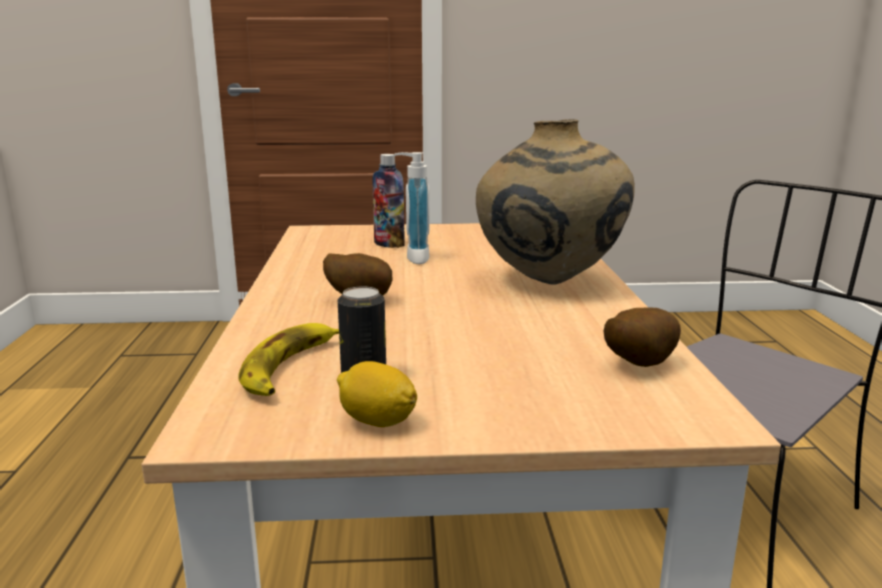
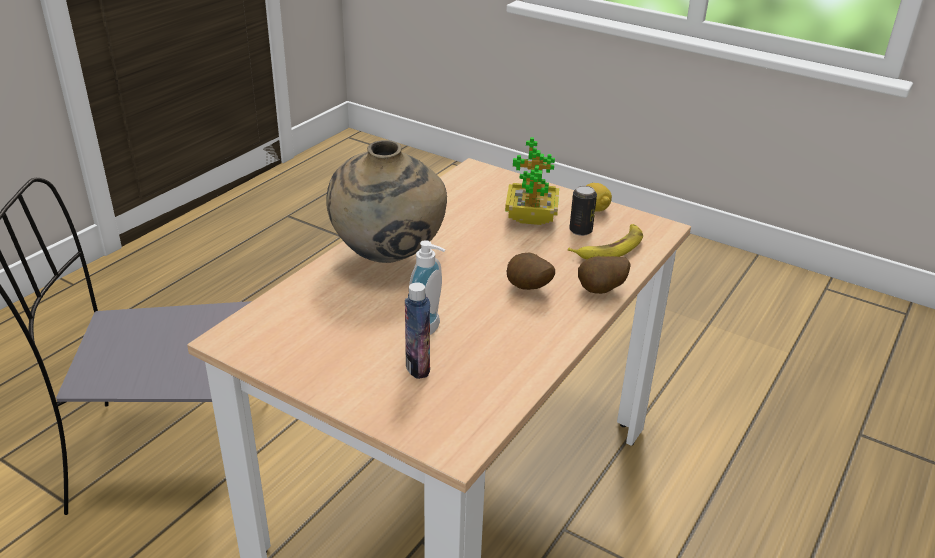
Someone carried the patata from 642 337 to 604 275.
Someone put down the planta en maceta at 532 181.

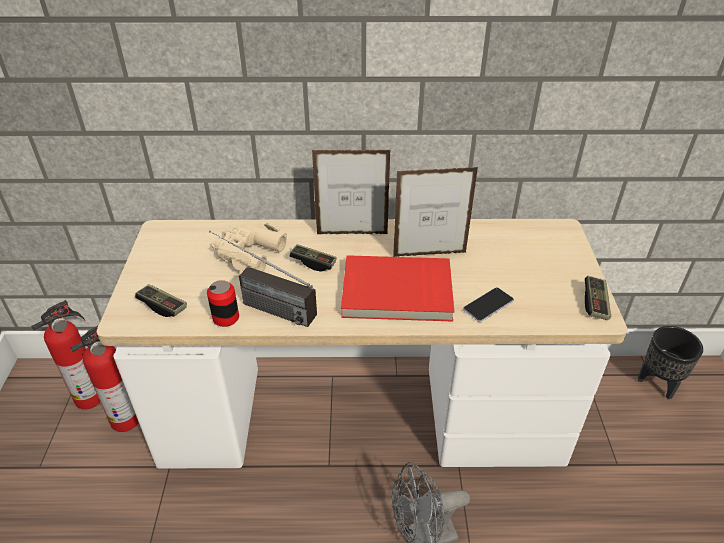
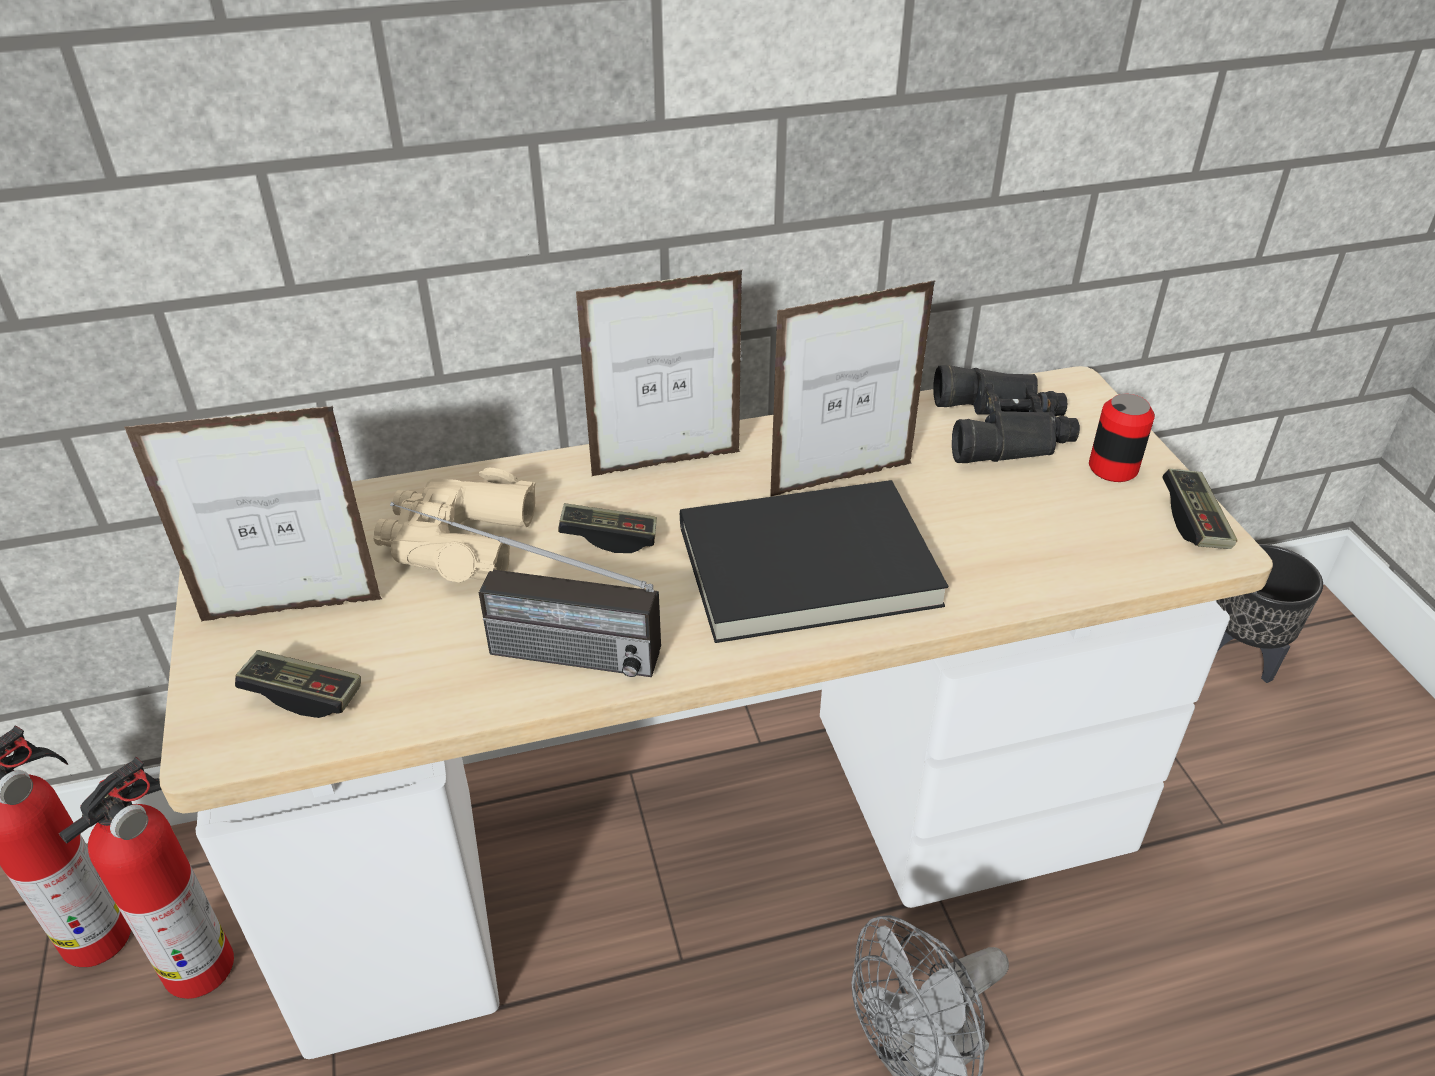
Someone repainted the libro (rojo) at 397 288, which became the libro (negro) at 814 561.
Someone carried the lata from 223 303 to 1122 438.
Someone took away the móvil at 488 304.
Someone put down the prismáticos (negro) at 1006 414.
Someone put down the portarretratos at 253 513.

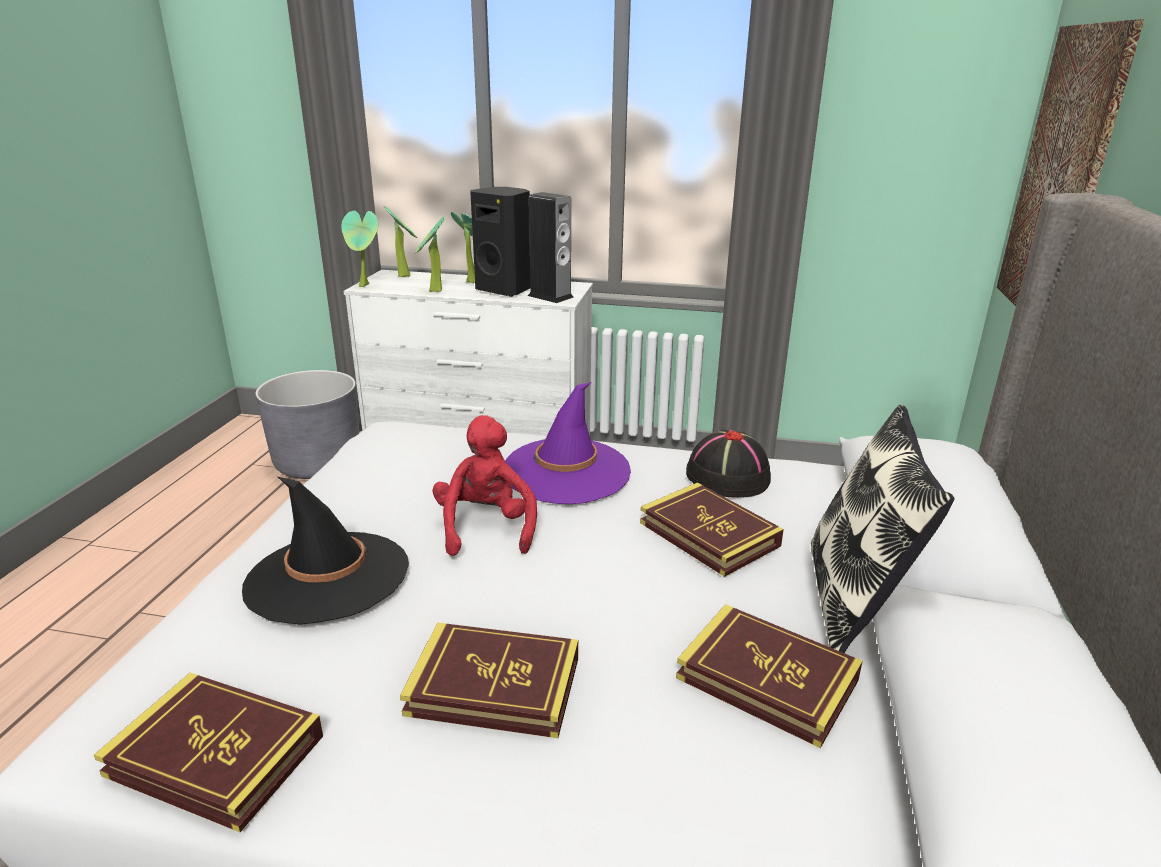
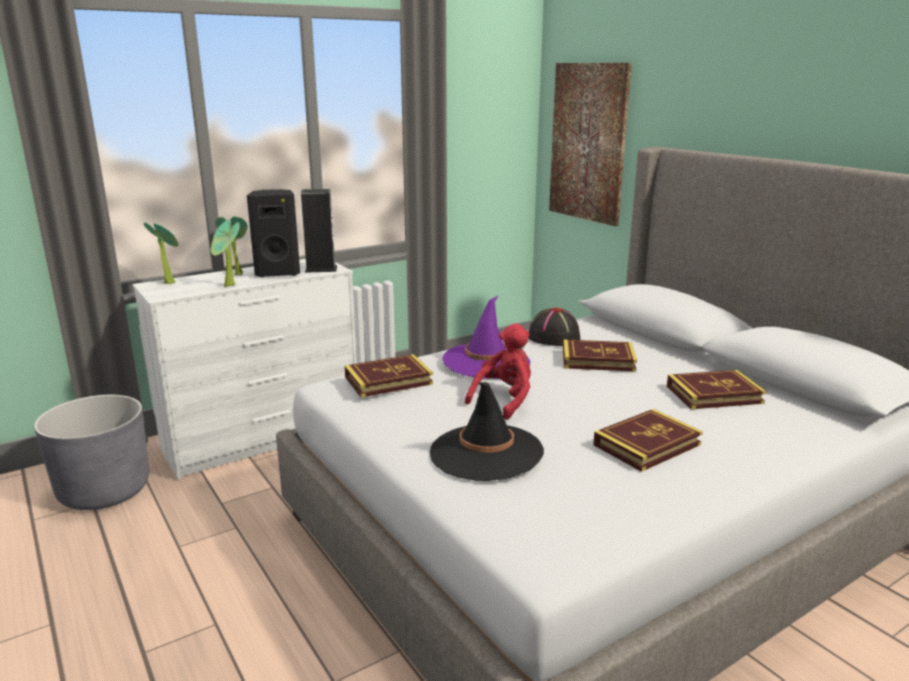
Someone took away the planta en maceta at 359 249.
Someone took away the cojín at 883 529.
Someone rotated the peluche (rojo) at 485 485 by 90 degrees clockwise.
Someone carried the libro from 208 752 to 389 376.

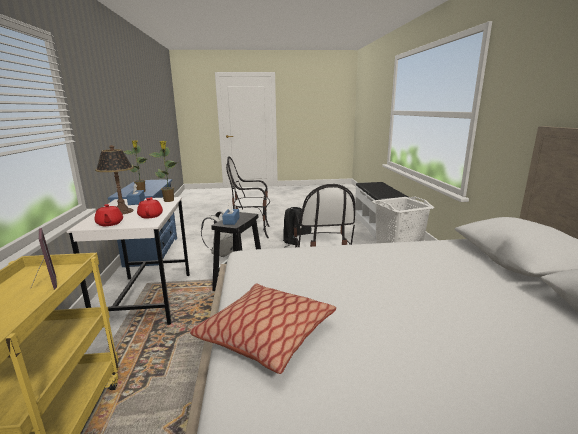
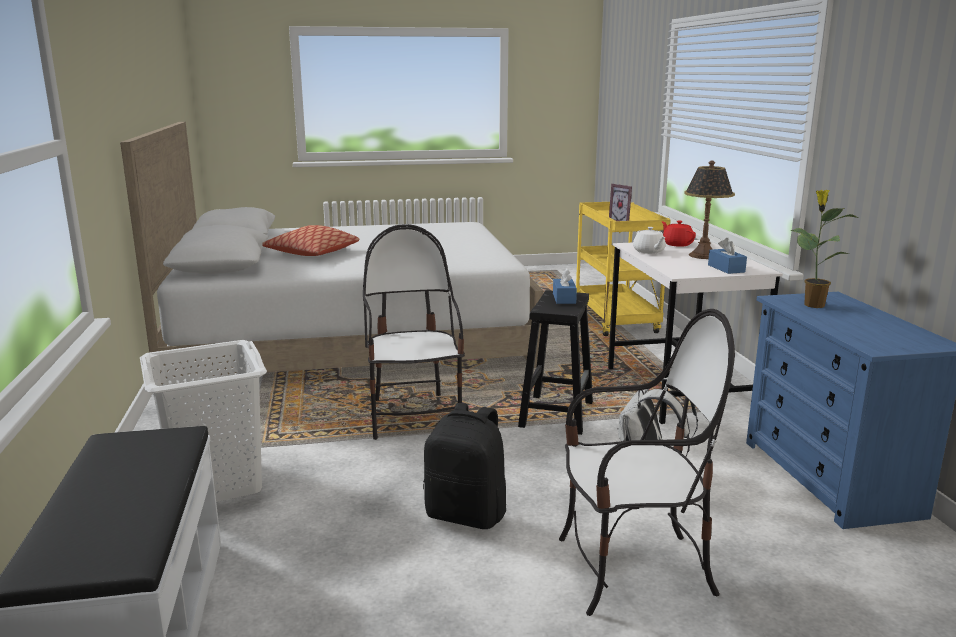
Someone took away the planta en maceta at 162 171.
Someone repainted the tetera (rojo) at 150 207, which became the tetera (blanco) at 649 240.
Someone carried the cojín from 263 329 to 310 240.

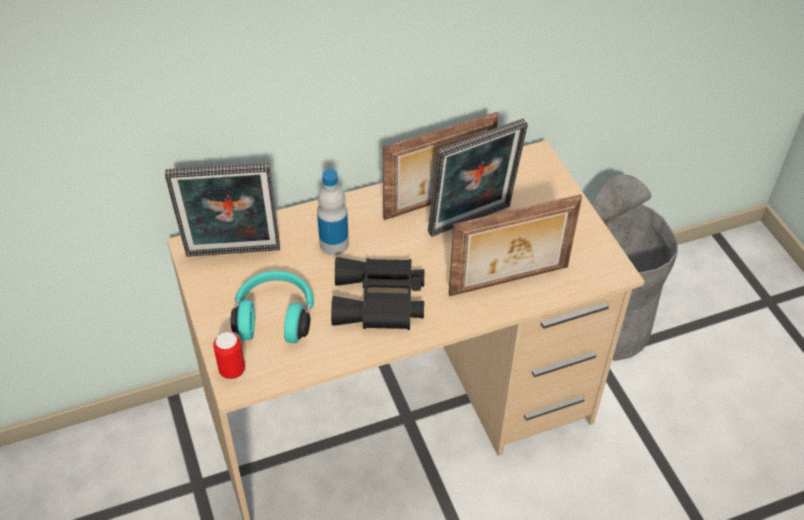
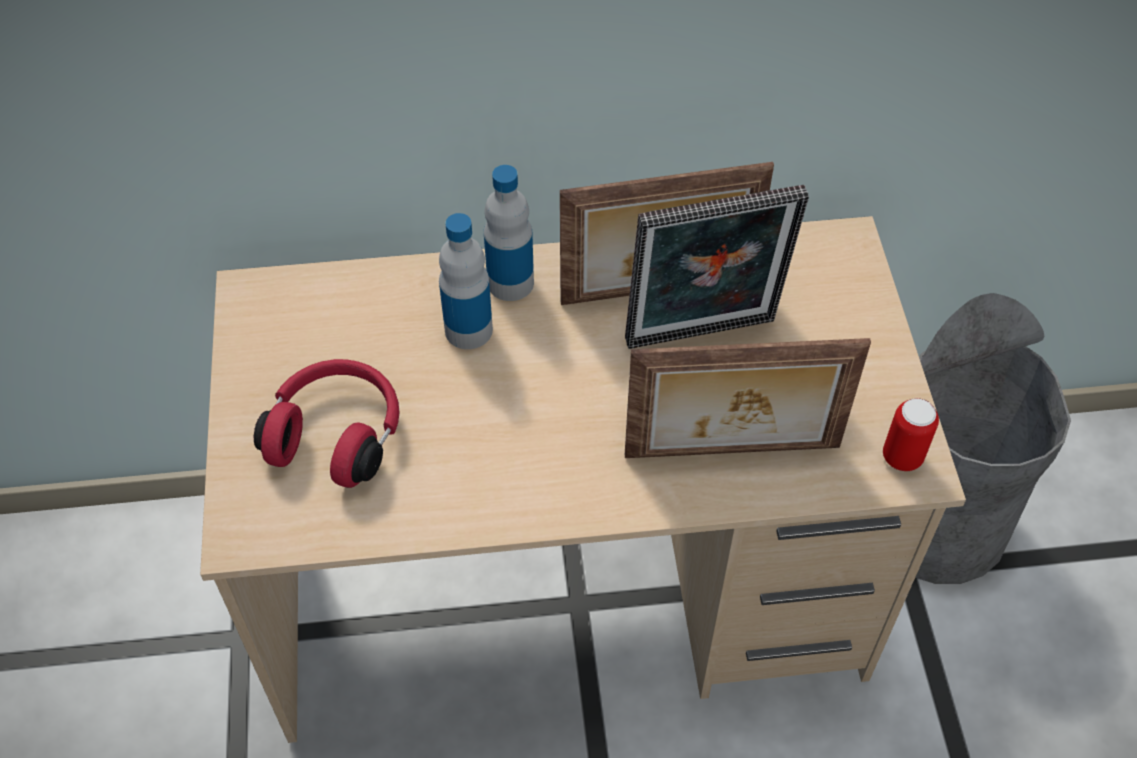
Someone took away the portarretratos at 222 210.
Someone took away the prismáticos (negro) at 377 293.
Someone repainted the auriculares (turquesa) at 272 307, which became the auriculares (rojo) at 326 423.
Someone carried the lata from 229 355 to 911 434.
Someone put down the botella at 509 233.

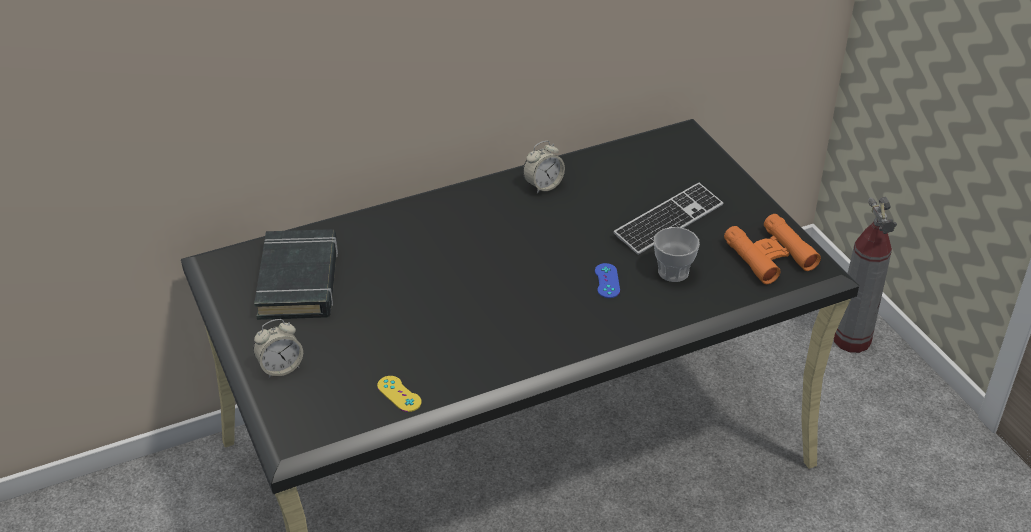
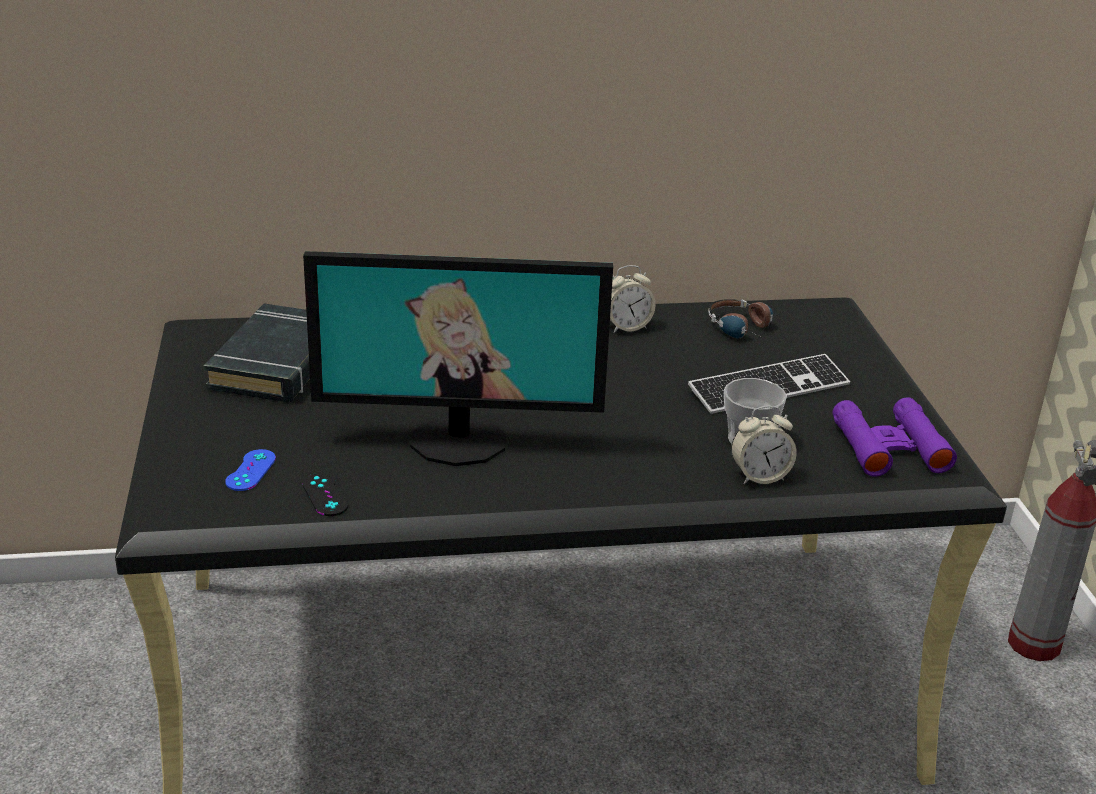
Someone repainted the prismáticos (naranja) at 772 249, which became the prismáticos (morado) at 894 437.
Someone carried the mando de consola (azul) from 607 280 to 250 470.
Someone carried the despertador from 278 348 to 764 445.
Someone repainted the mando de consola (amarillo) at 399 394, which became the mando de consola (negro) at 325 494.
Someone put down the monitor at 458 358.
Someone put down the auriculares at 740 319.

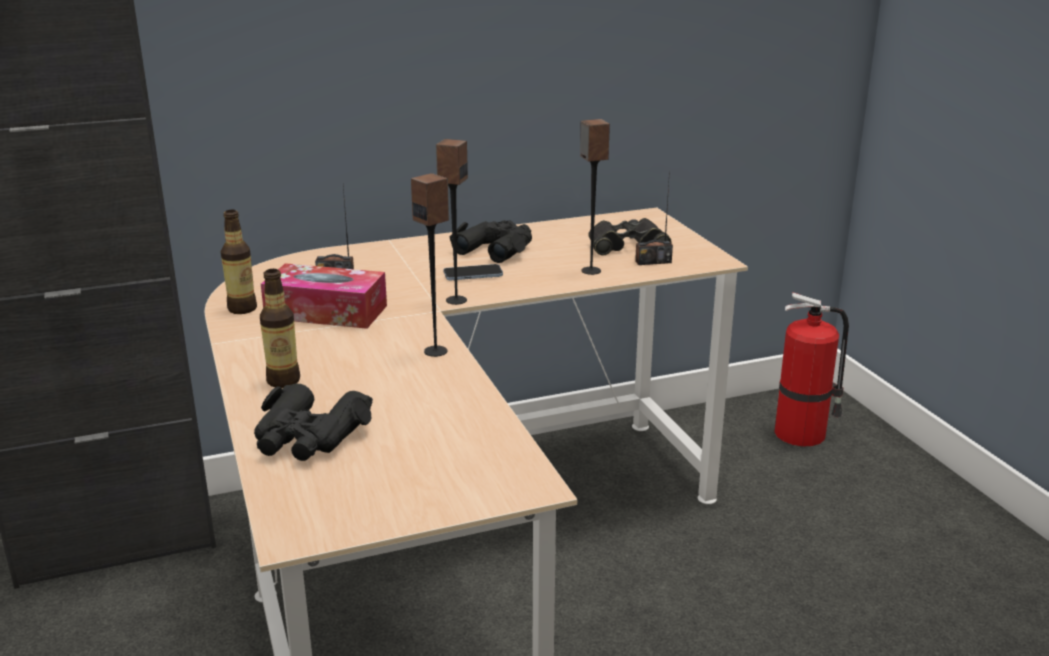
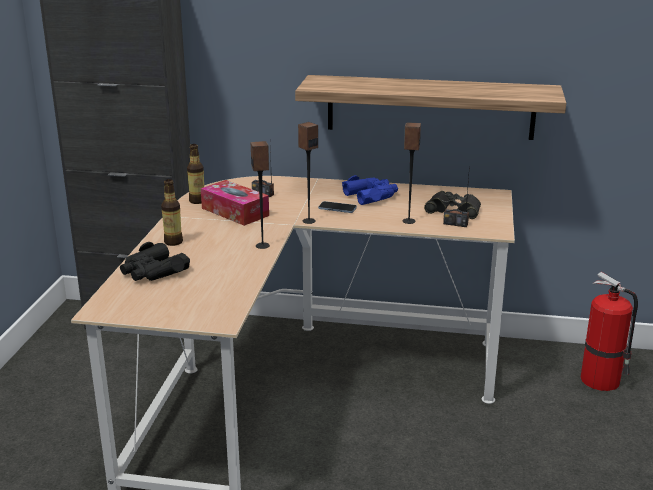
Someone repainted the prismáticos (negro) at 491 241, which became the prismáticos (azul) at 370 190.
Someone put up the estante at 430 107.

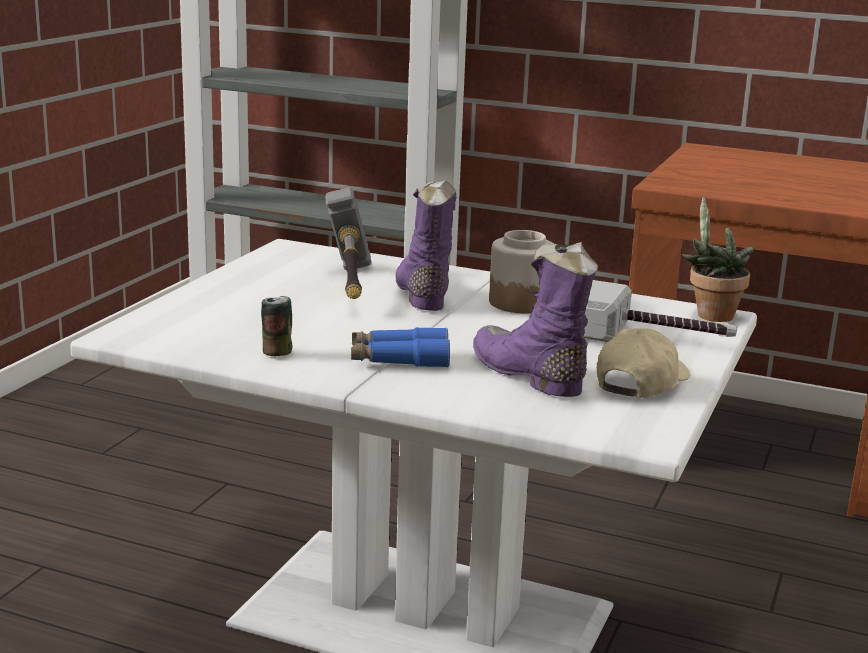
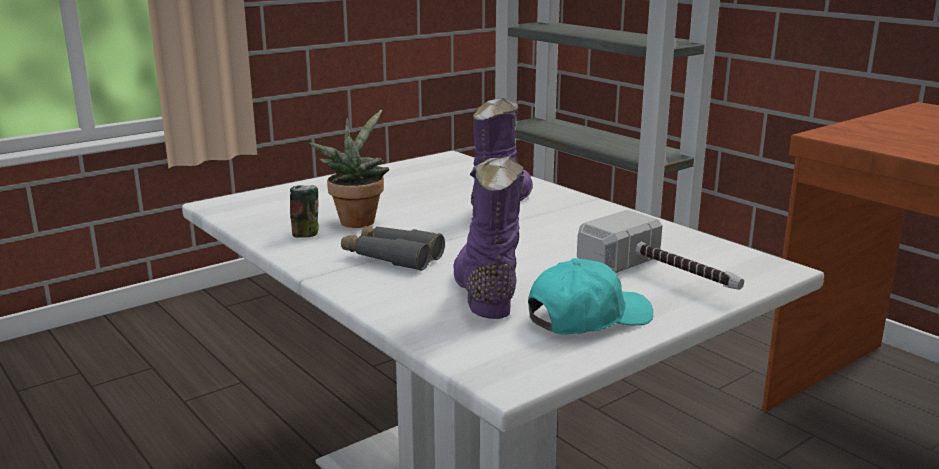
Someone took away the martillo at 348 243.
Someone carried the planta en maceta from 717 259 to 349 169.
Someone took away the tarro at 521 271.
Someone repainted the prismáticos (azul) at 400 347, which became the prismáticos (gris) at 393 248.
Someone repainted the gorra (beis) at 643 363, which became the gorra (turquesa) at 590 296.

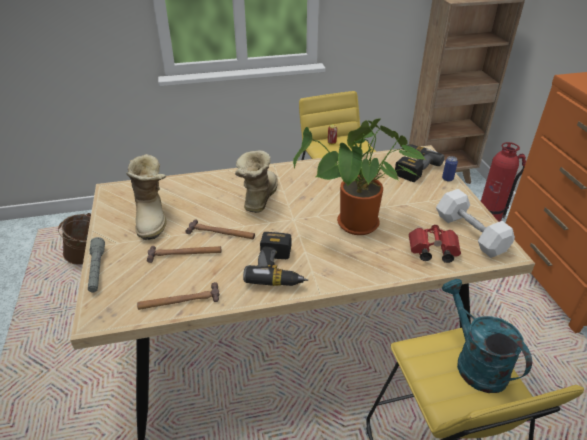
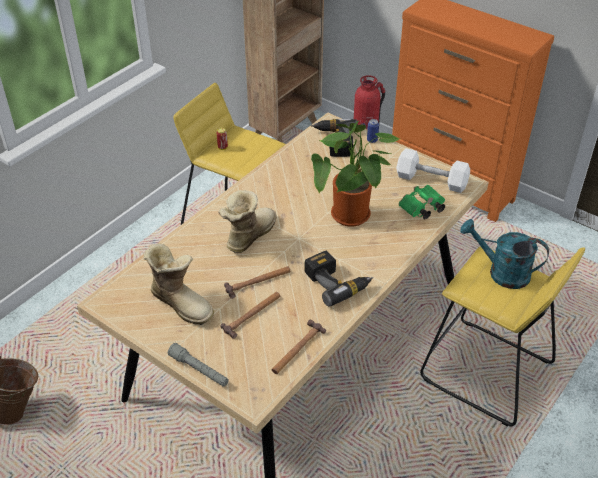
Someone rotated the bota at 256 181 by 60 degrees clockwise.
Someone repainted the prismáticos (rojo) at 435 243, which became the prismáticos (verde) at 422 202.

